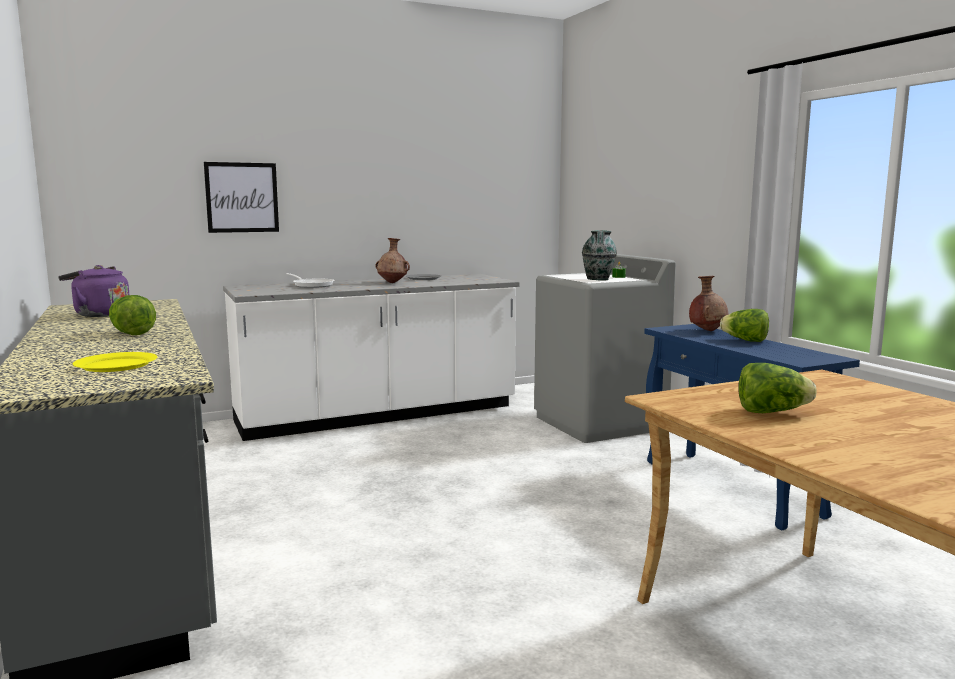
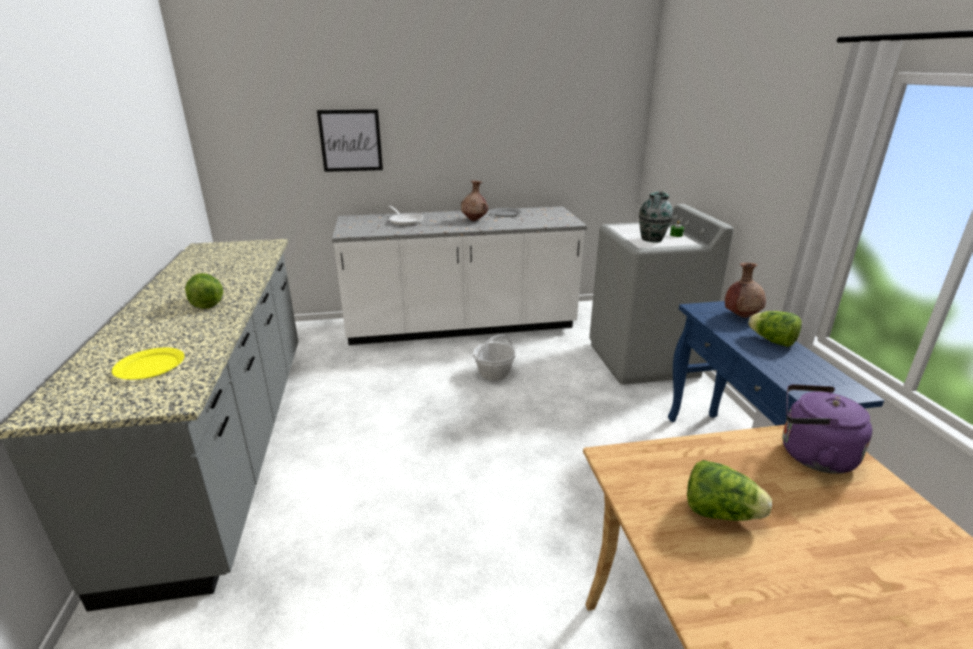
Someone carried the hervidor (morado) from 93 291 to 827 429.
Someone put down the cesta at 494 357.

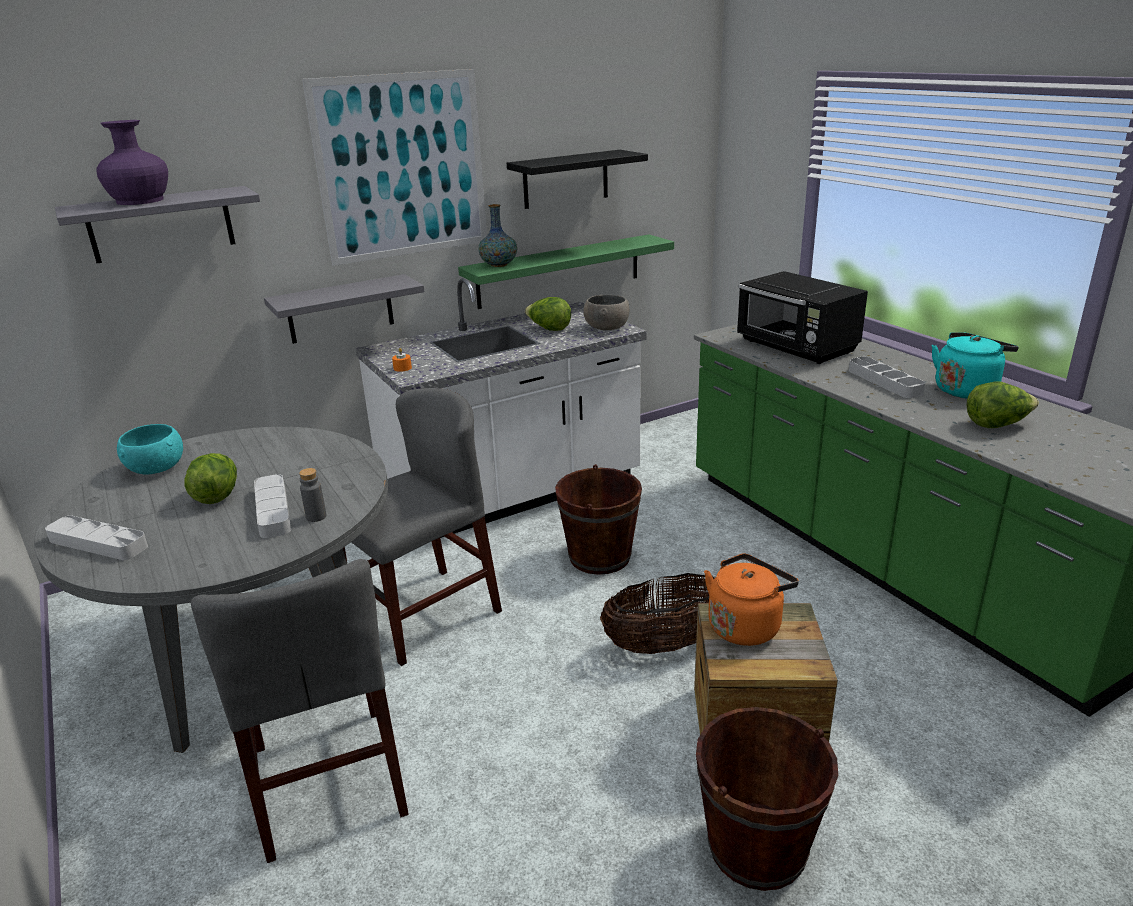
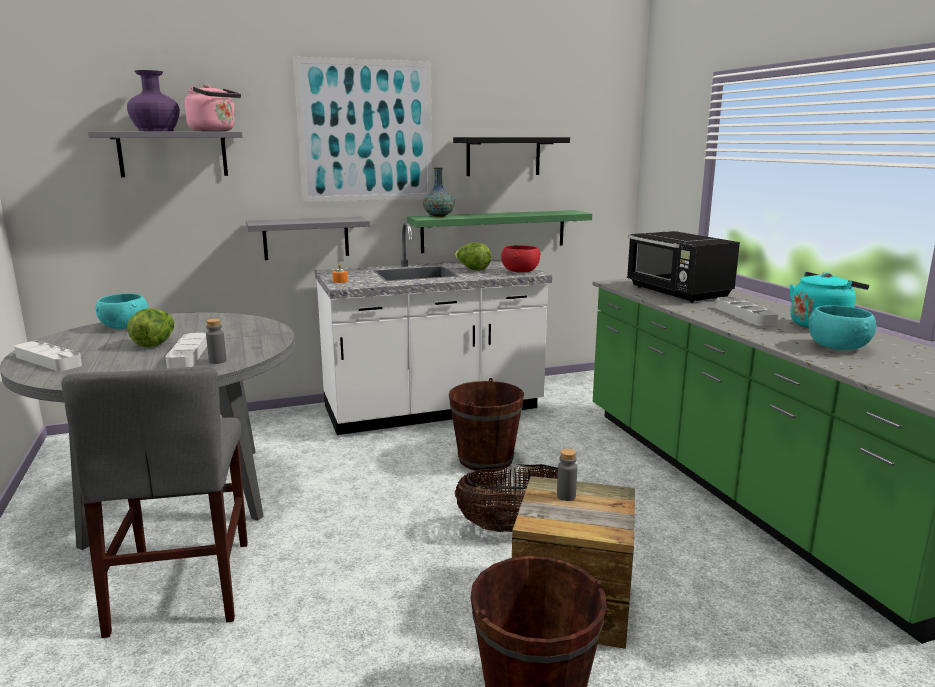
Someone repainted the cuenco (gris) at 606 312, which became the cuenco (rojo) at 521 259.
Someone swapped the lechuga at 1003 404 for the cuenco (turquesa) at 842 327.
Someone took away the silla (gris) at 422 527.
Someone swapped the hervidor (naranja) at 751 599 for the botella (gris) at 567 475.
Someone put down the hervidor (rosa) at 213 108.

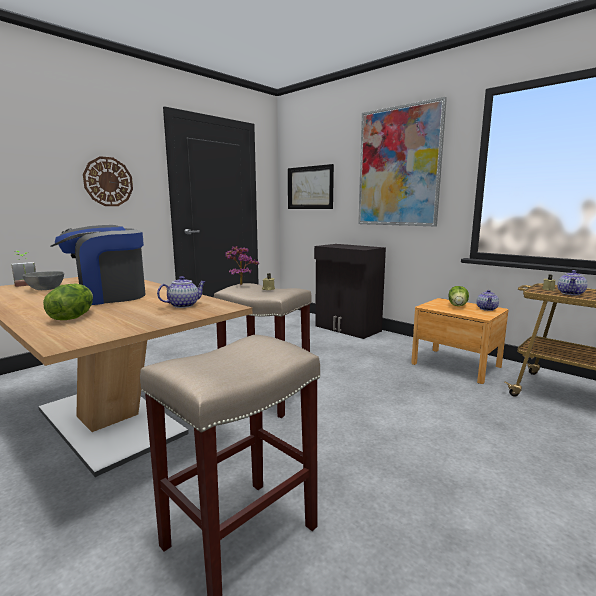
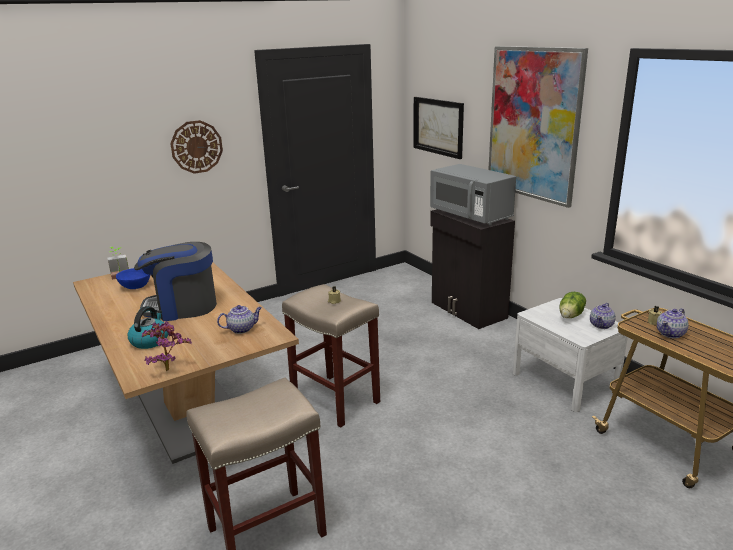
Someone carried the planta en maceta from 242 265 to 167 346.
Someone repainted the cuenco (gris) at 43 280, which became the cuenco (azul) at 133 278.
Someone swapped the lechuga at 68 301 for the hervidor at 147 327.
Someone repainted the mesita de noche (marrón) at 460 341, which became the mesita de noche (blanco) at 570 355.
Someone put down the microondas (gris) at 473 194.

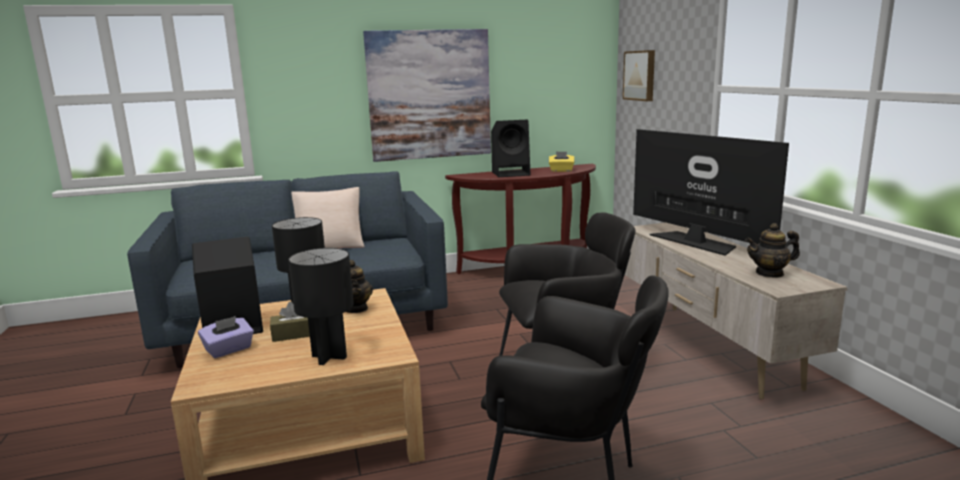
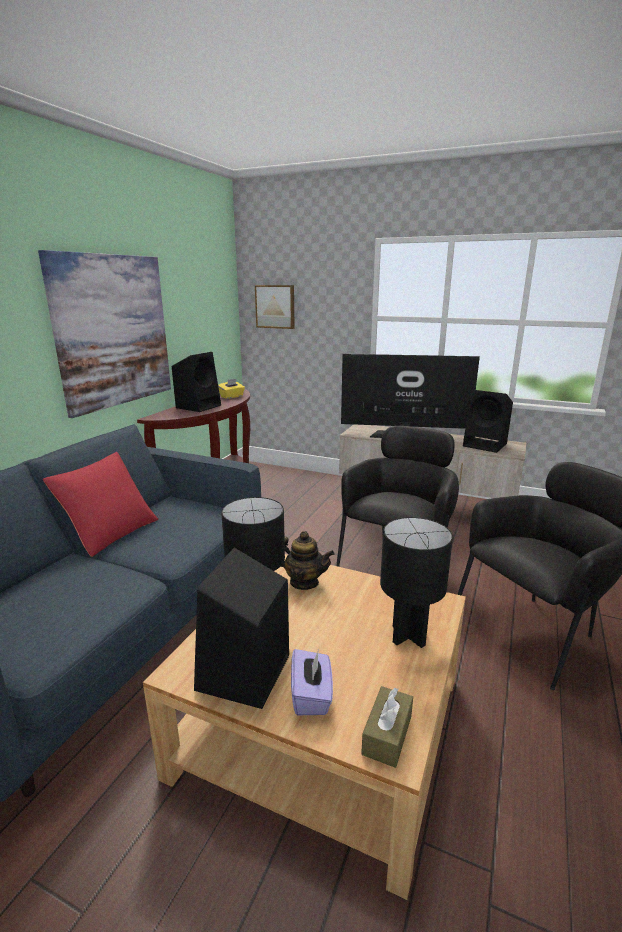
Someone repainted the cojín (beis) at 328 217, which became the cojín (rojo) at 100 504.
Someone swapped the tetera at 772 250 for the altavoz (negro) at 488 421.
Someone carried the caja de pañuelos (marrón) from 290 322 to 387 727.

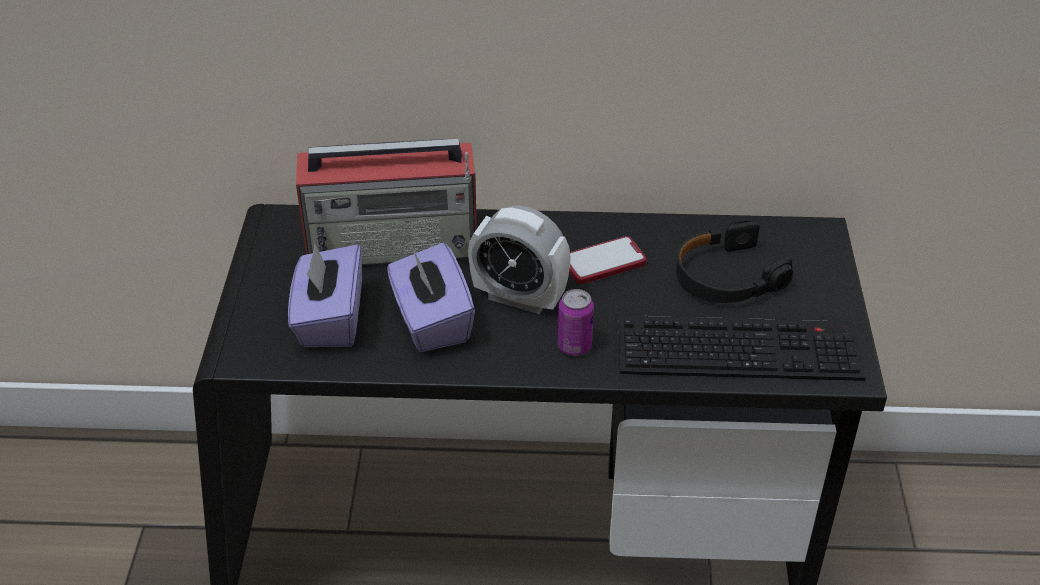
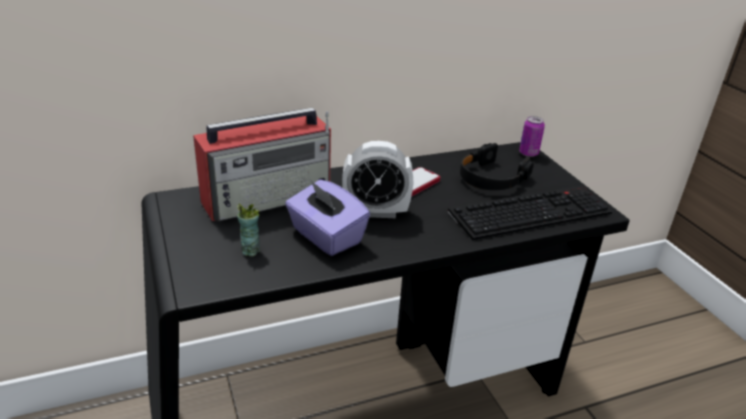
Someone swapped the caja de pañuelos (morado) at 325 295 for the taza at 248 230.
Someone carried the lata from 576 322 to 532 136.

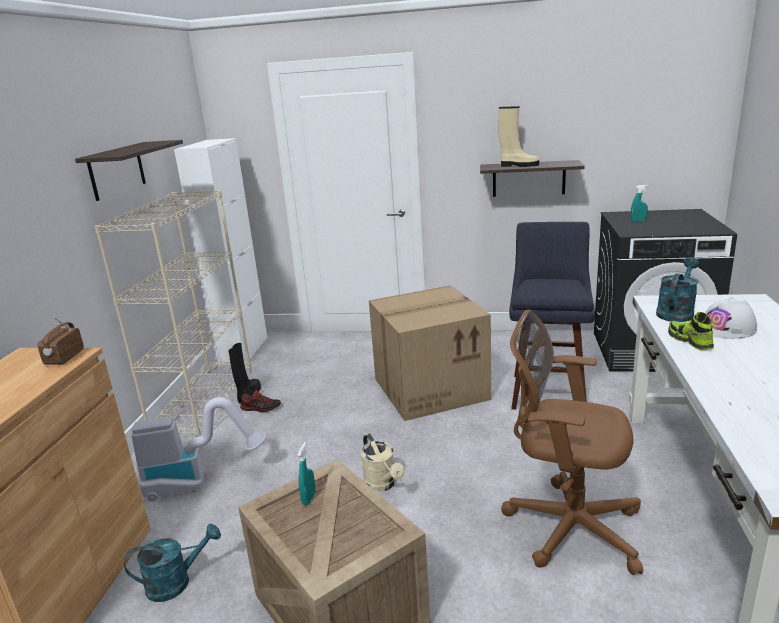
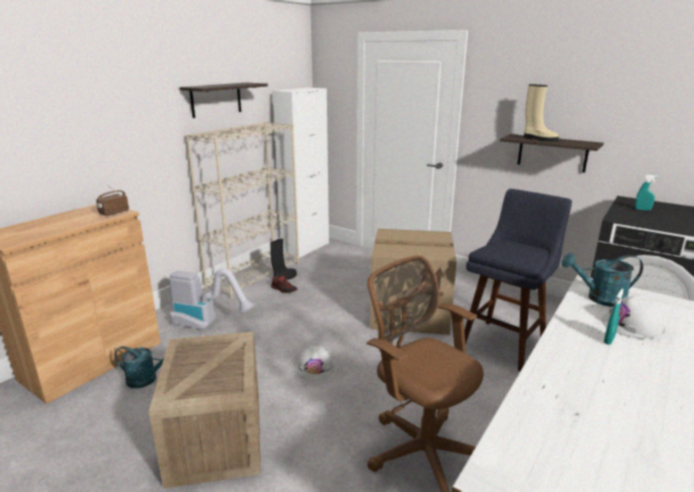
Someone rotated the regadera (turquesa) at 677 289 by 150 degrees counterclockwise.
Someone took away the zapato at 691 331.
Someone swapped the regadera (beis) at 383 462 for the casco (blanco) at 315 363.
Someone carried the pulverizador (turquesa) from 306 474 to 614 317.

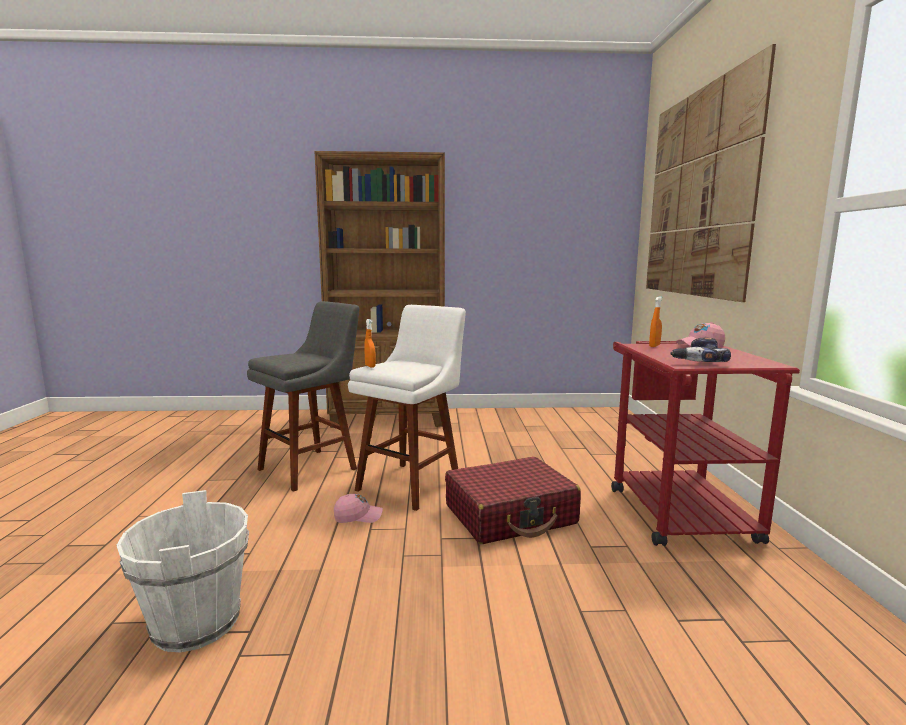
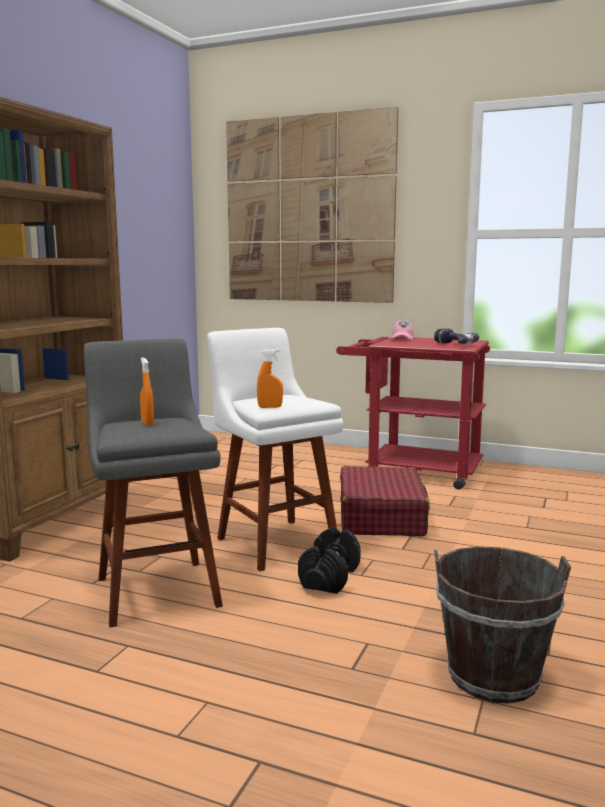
Someone carried the pulverizador (naranja) from 655 321 to 147 391.
Someone repainted the cubo (blanco) at 183 571, which became the cubo (marrón) at 502 625.
Someone swapped the gorra (rosa) at 358 508 for the mancuerna (negro) at 329 560.

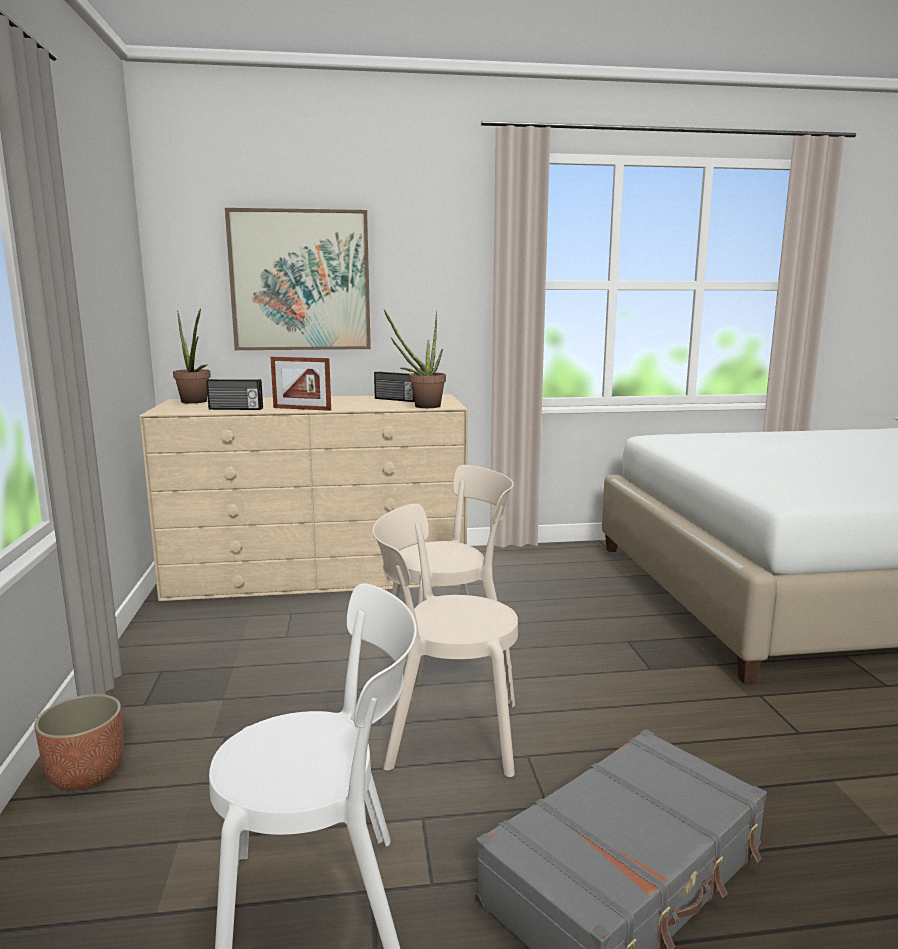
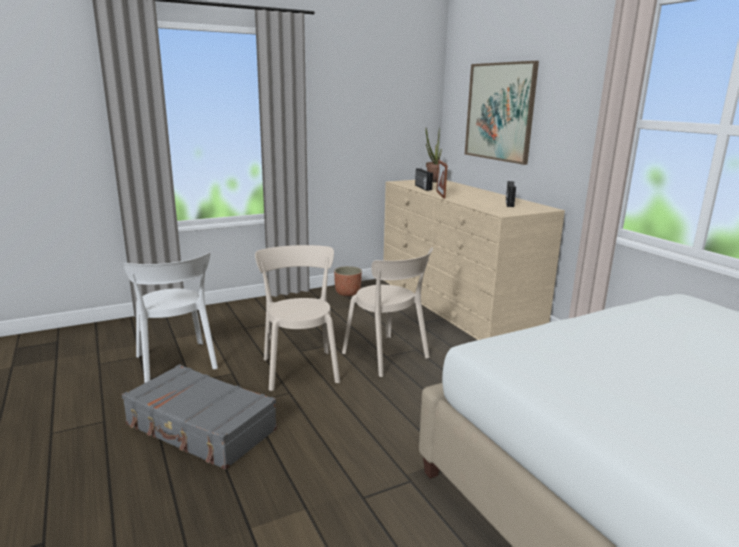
Someone took away the planta en maceta at 415 358.
Someone carried the maceta from 78 742 to 348 281.

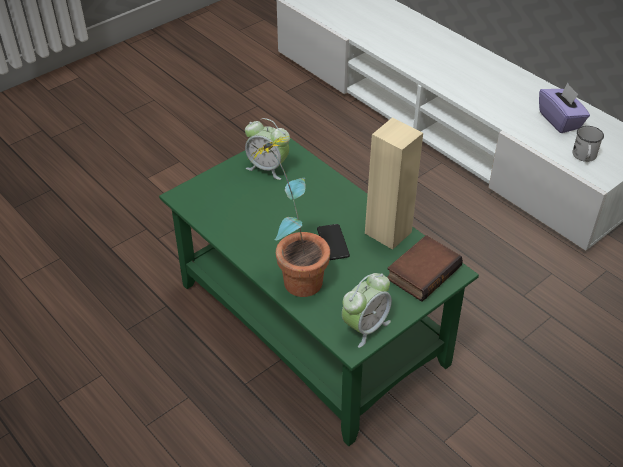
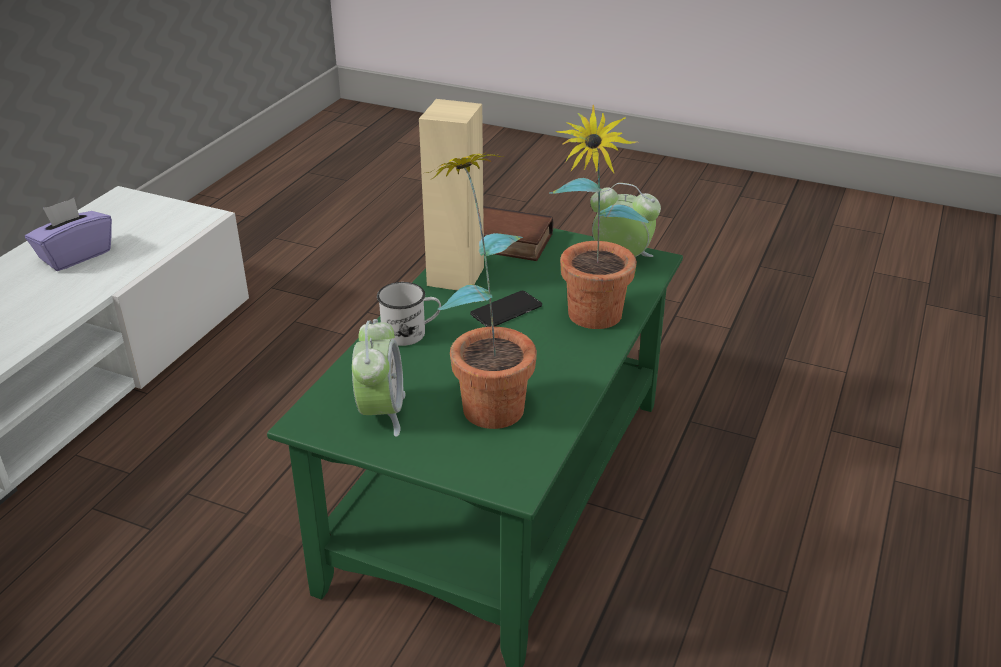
Someone carried the taza grande (blanco) from 588 144 to 409 314.
Someone put down the planta en maceta at 481 290.

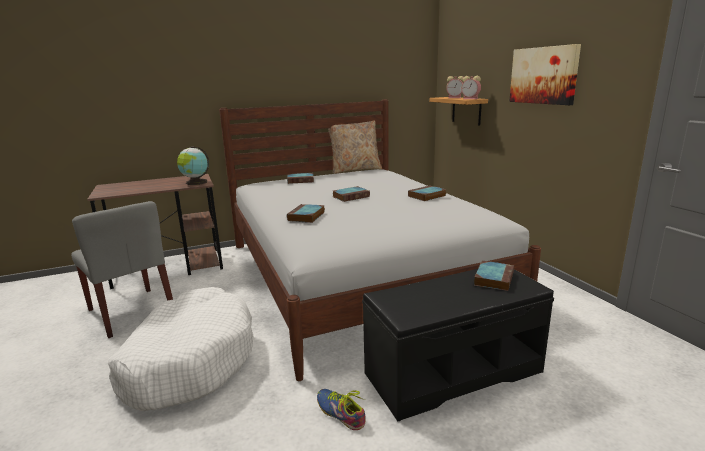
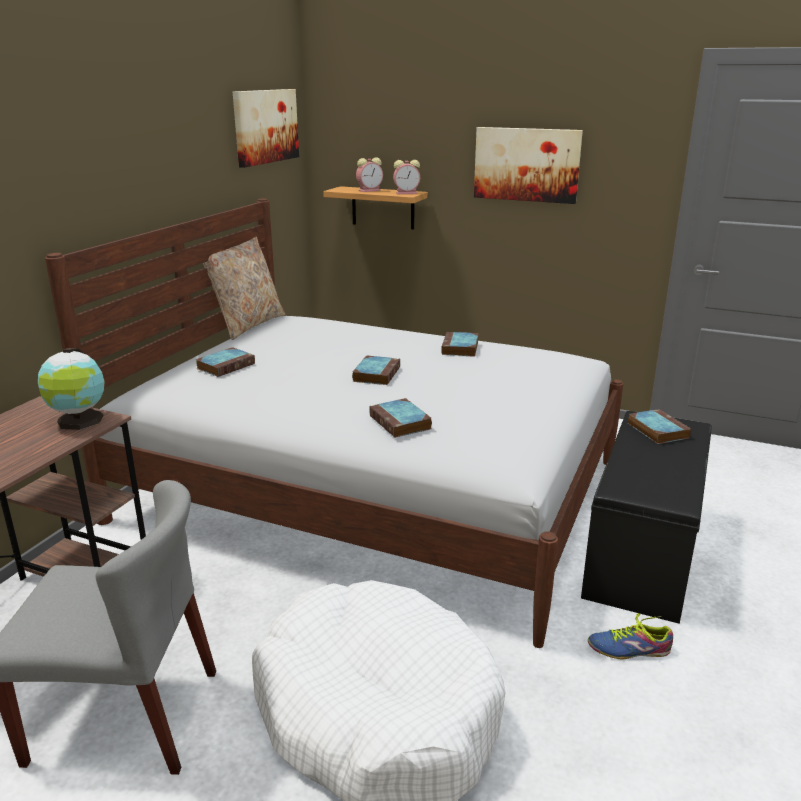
Someone put up the cuadro at 266 128.

